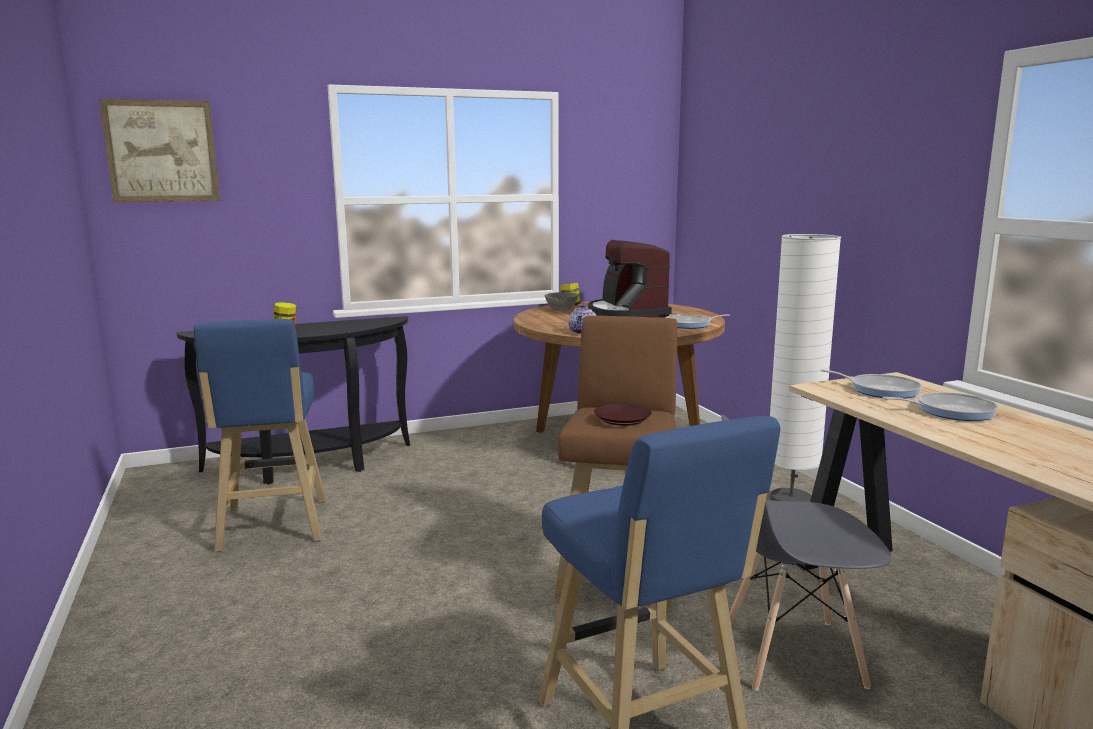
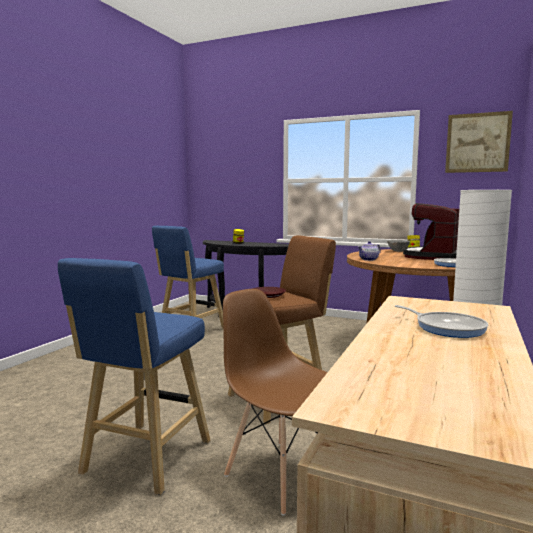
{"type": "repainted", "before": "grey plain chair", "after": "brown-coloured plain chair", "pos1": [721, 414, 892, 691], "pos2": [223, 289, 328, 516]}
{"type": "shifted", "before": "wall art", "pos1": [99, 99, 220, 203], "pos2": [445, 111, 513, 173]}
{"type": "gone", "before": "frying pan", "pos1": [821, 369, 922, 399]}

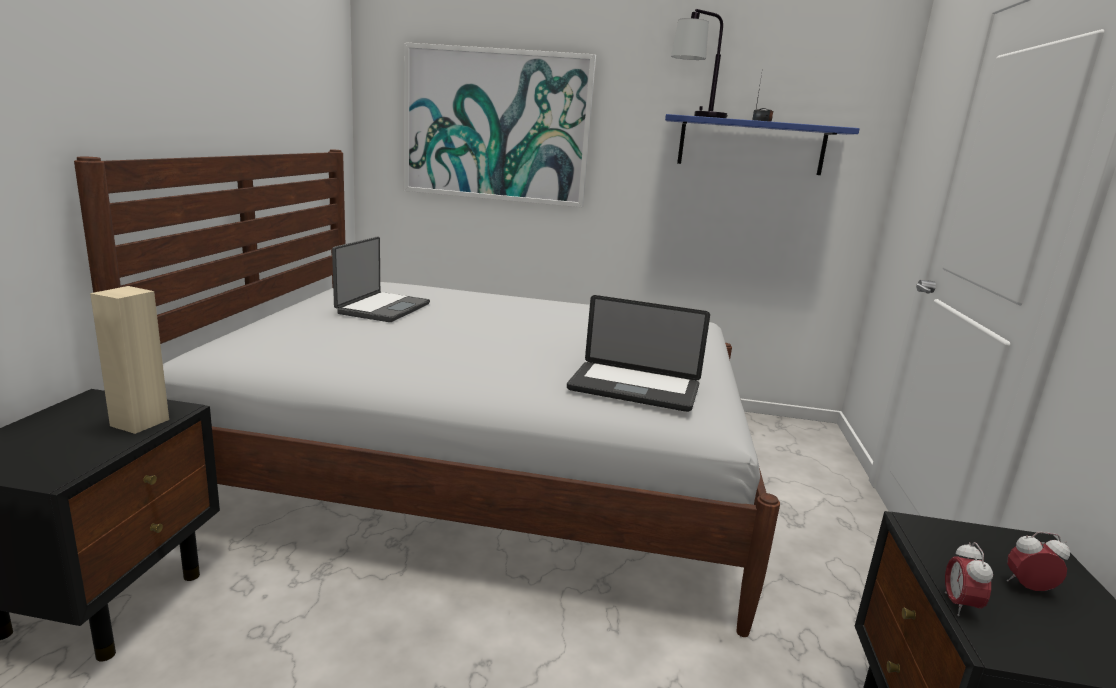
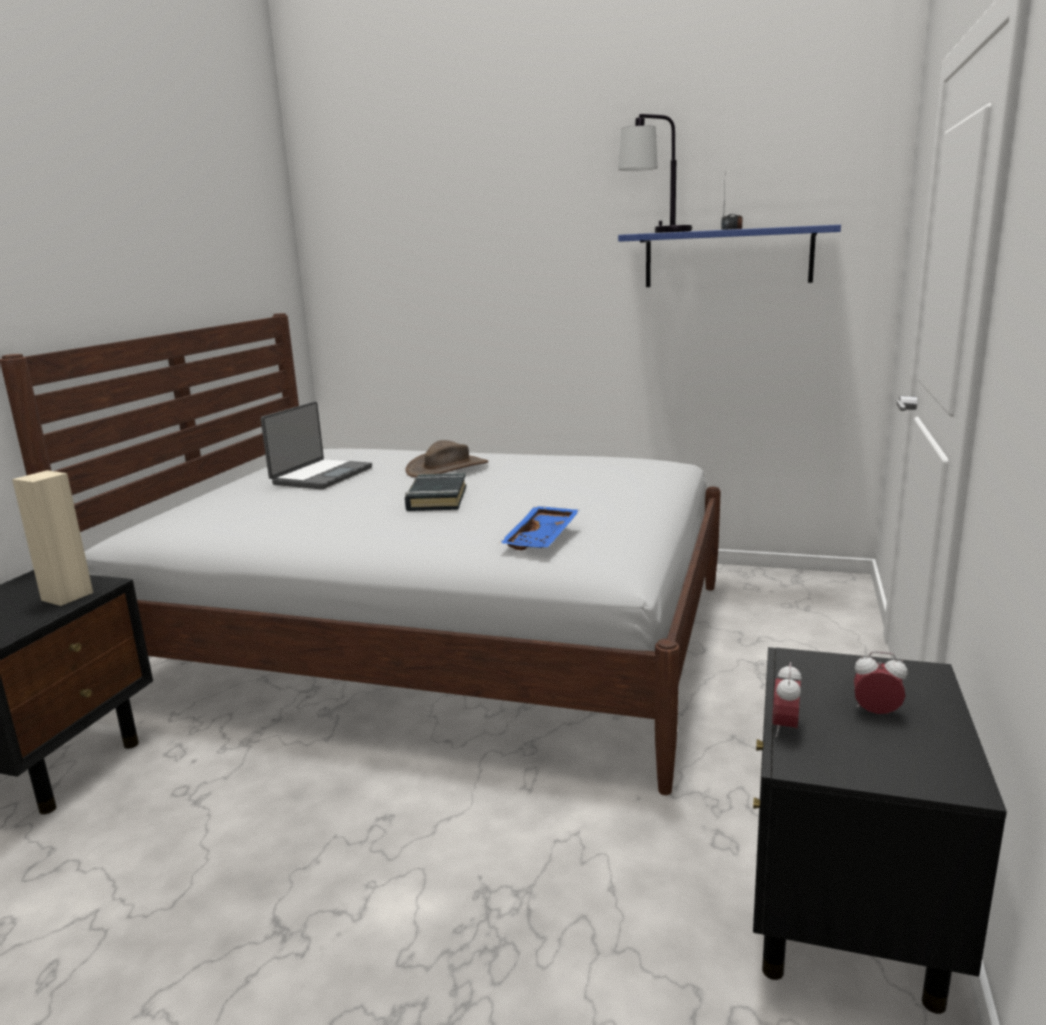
{"type": "new", "after": "brown-coloured clothing hat", "pos2": [405, 440, 489, 477]}
{"type": "new", "after": "black-coloured bound book", "pos2": [405, 473, 466, 511]}
{"type": "swapped", "before": "notebook computer", "after": "bluish carrying tray", "pos1": [567, 295, 710, 412], "pos2": [500, 506, 580, 550]}
{"type": "gone", "before": "wall art", "pos1": [404, 42, 596, 207]}

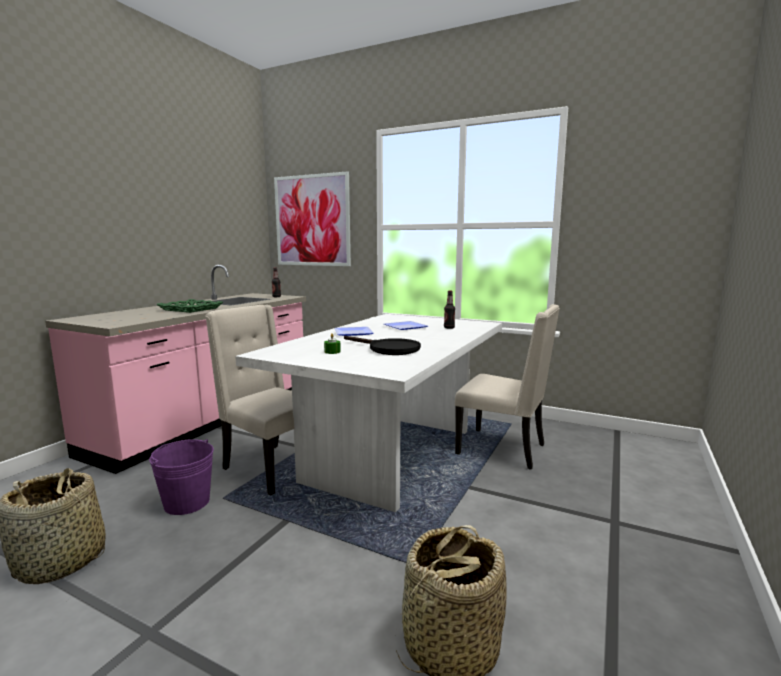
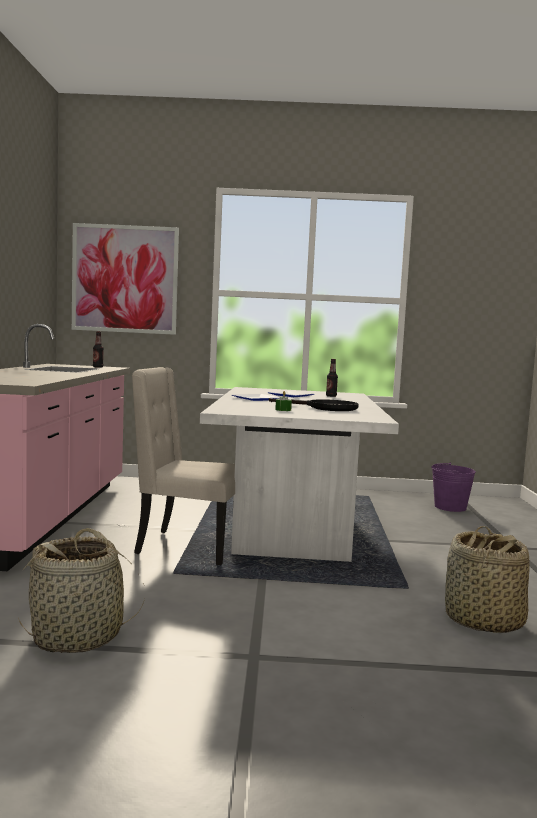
{"type": "shifted", "before": "purple-coloured bucket", "pos1": [149, 439, 214, 515], "pos2": [431, 462, 476, 512]}
{"type": "gone", "before": "green-coloured carrying tray", "pos1": [156, 299, 223, 313]}
{"type": "gone", "before": "beige-coloured plain chair", "pos1": [455, 304, 560, 470]}

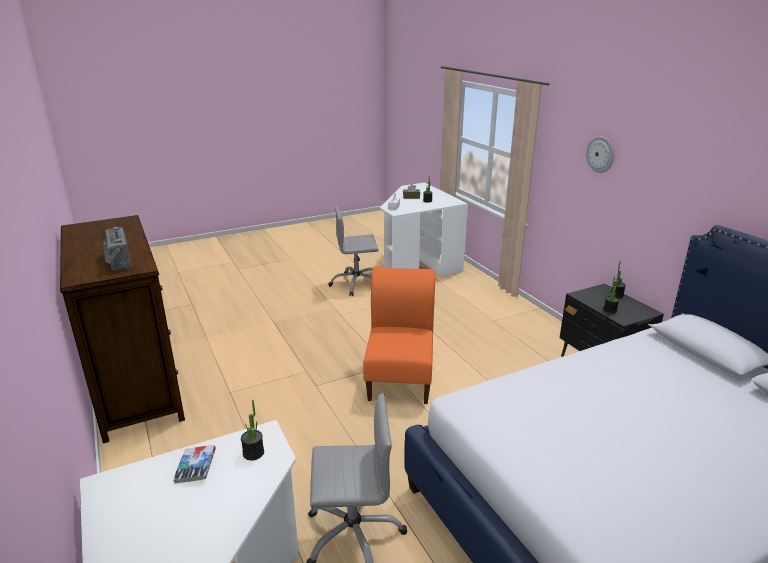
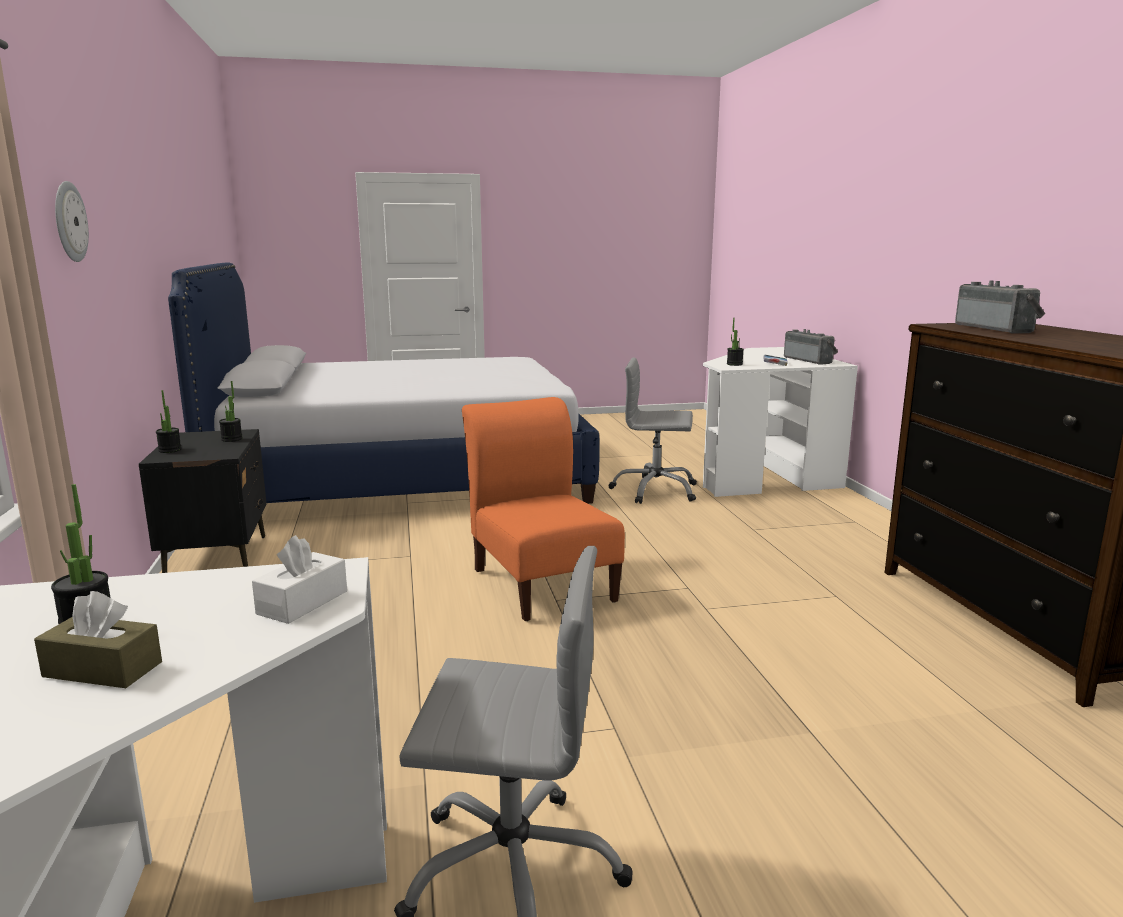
{"type": "rotated", "before": "orangey plain chair", "pos1": [363, 267, 436, 404], "pos2": [462, 397, 625, 621], "turn": 135}
{"type": "new", "after": "radio set", "pos2": [784, 329, 838, 365]}

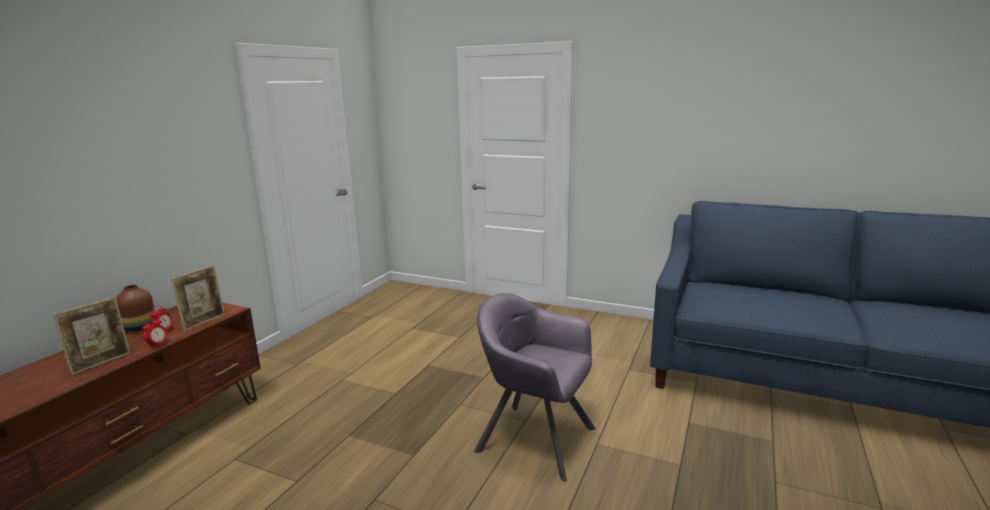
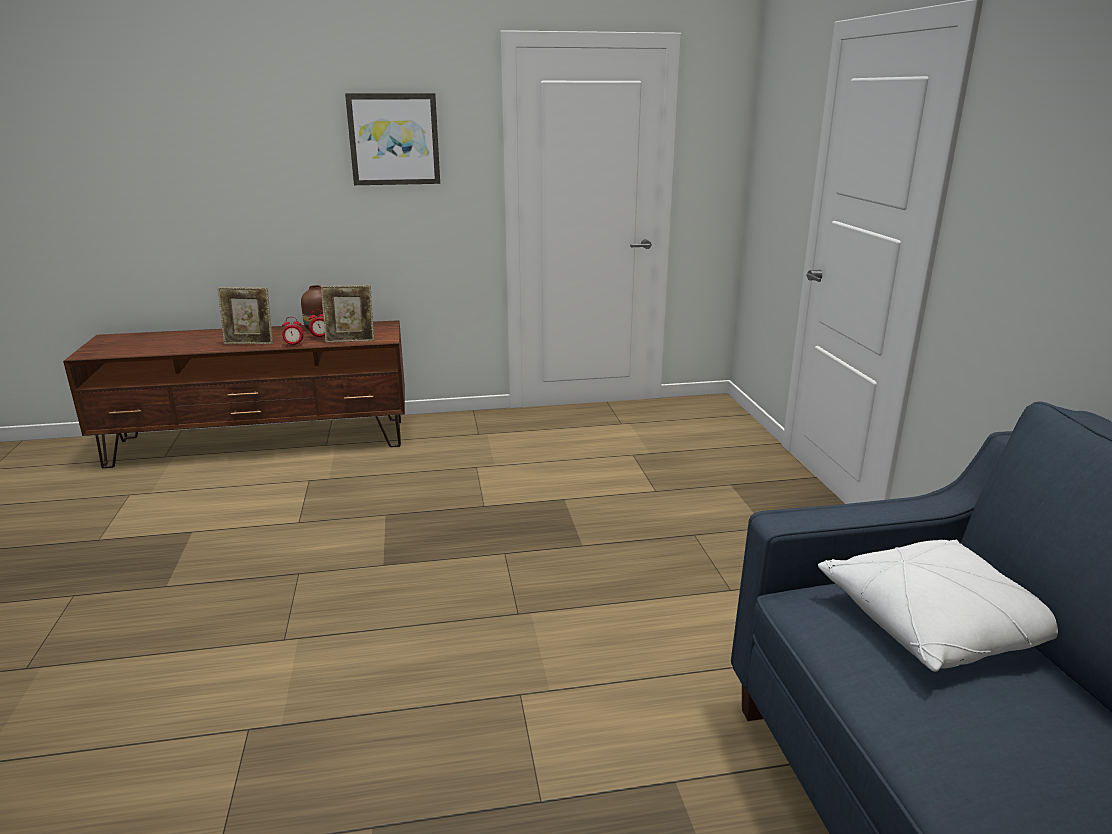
{"type": "new", "after": "wall art", "pos2": [345, 93, 440, 185]}
{"type": "new", "after": "white-coloured cushion", "pos2": [818, 540, 1058, 672]}
{"type": "gone", "before": "grey easy chair", "pos1": [474, 293, 596, 482]}

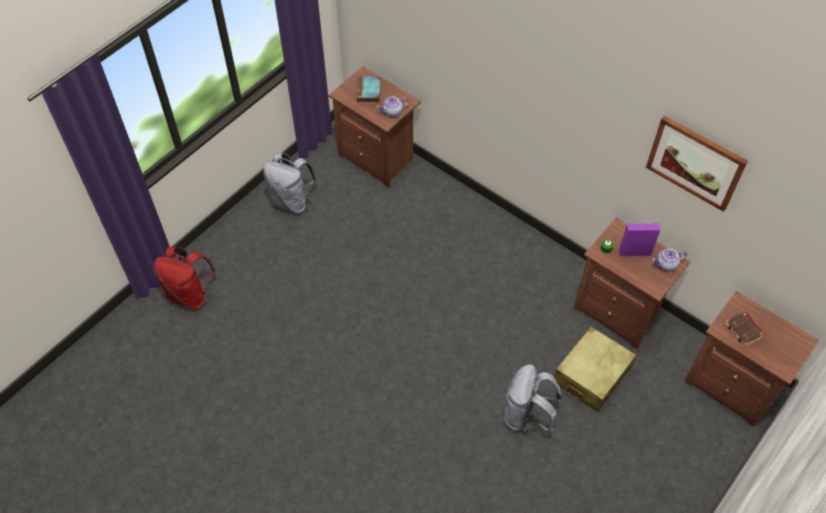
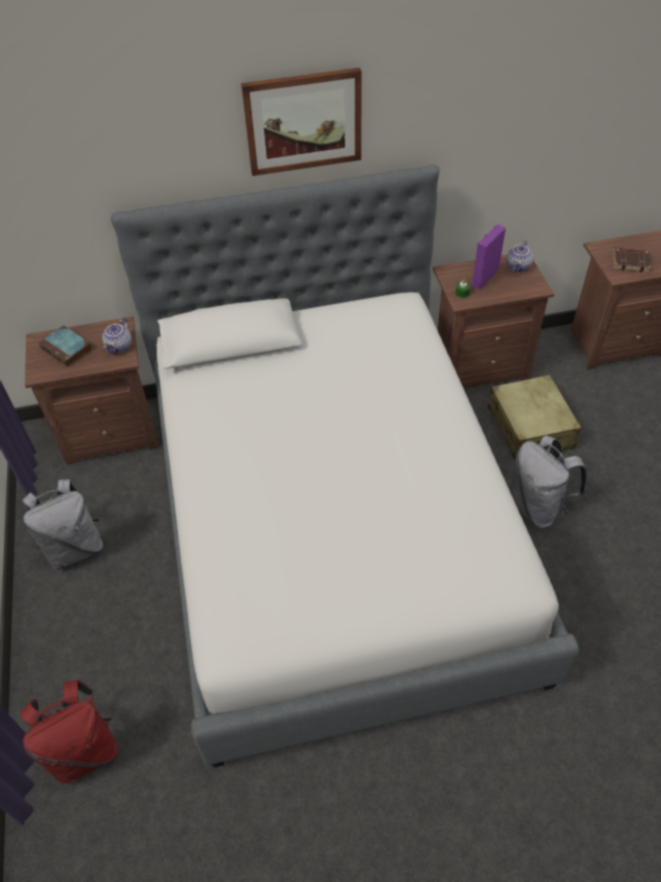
{"type": "new", "after": "bed", "pos2": [111, 165, 579, 768]}
{"type": "shifted", "before": "wall art", "pos1": [646, 116, 748, 212], "pos2": [241, 68, 362, 176]}

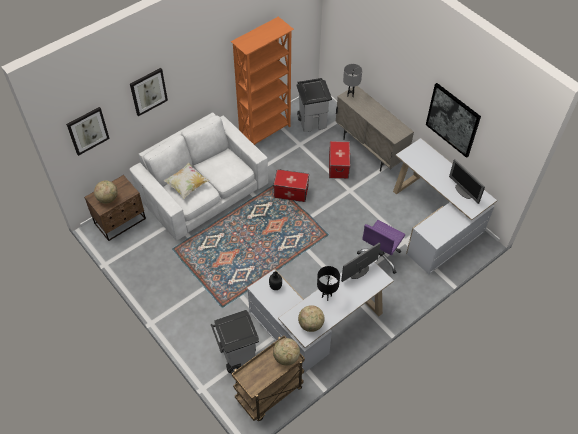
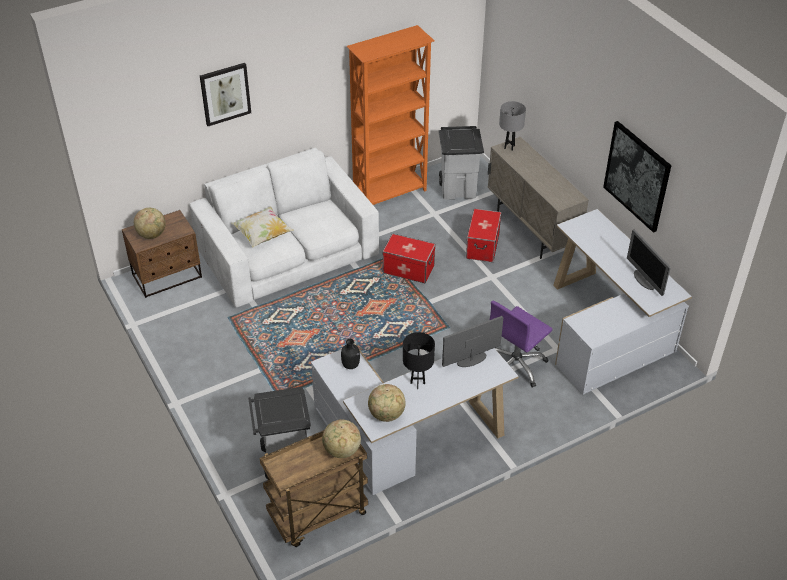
{"type": "gone", "before": "wall art", "pos1": [66, 107, 110, 156]}

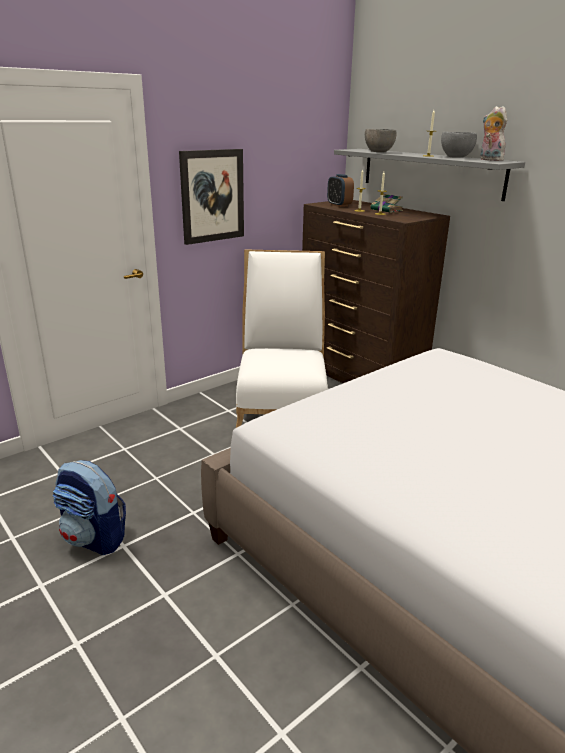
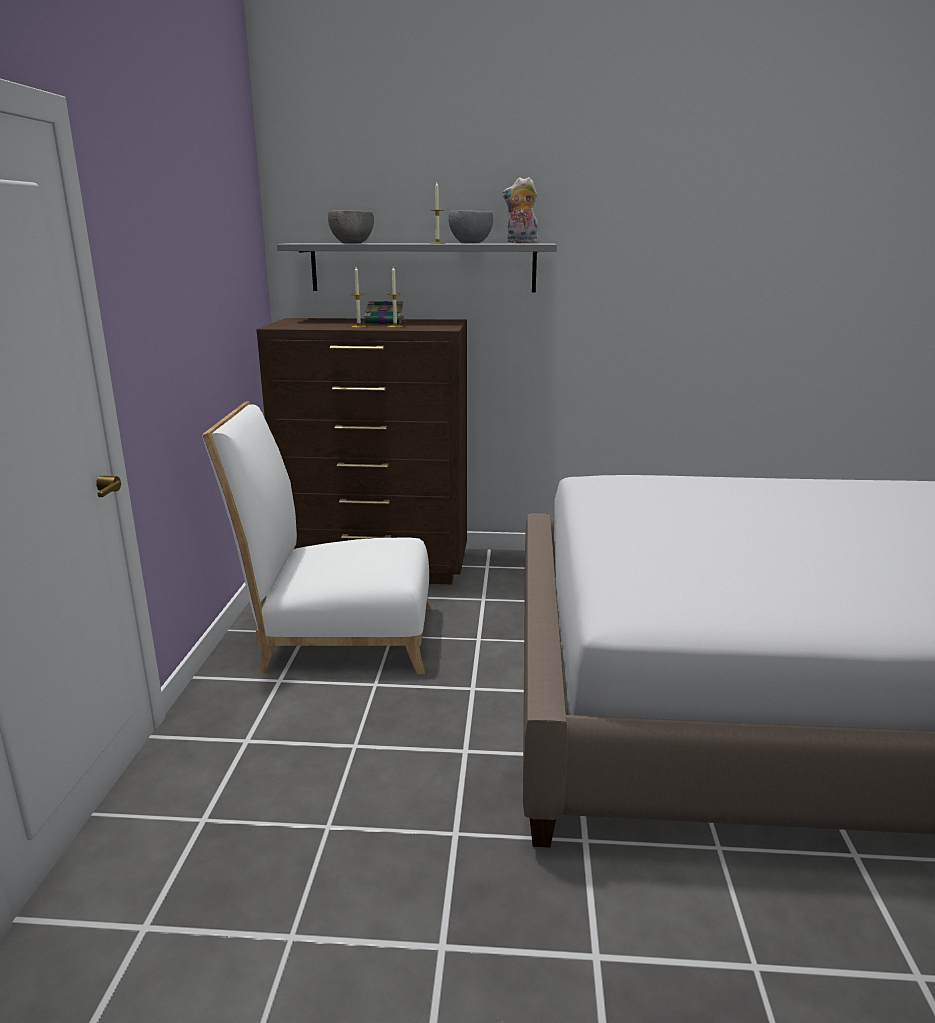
{"type": "rotated", "before": "white-coloured plain chair", "pos1": [236, 249, 328, 428], "pos2": [202, 401, 431, 674], "turn": -45}
{"type": "gone", "before": "rucksack", "pos1": [53, 460, 126, 555]}
{"type": "gone", "before": "wall art", "pos1": [179, 149, 244, 245]}
{"type": "gone", "before": "alarm clock", "pos1": [327, 174, 354, 207]}

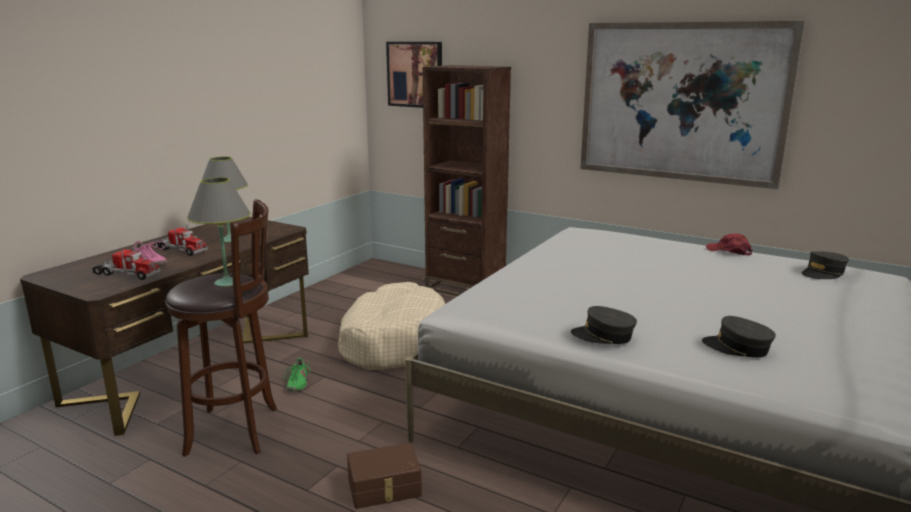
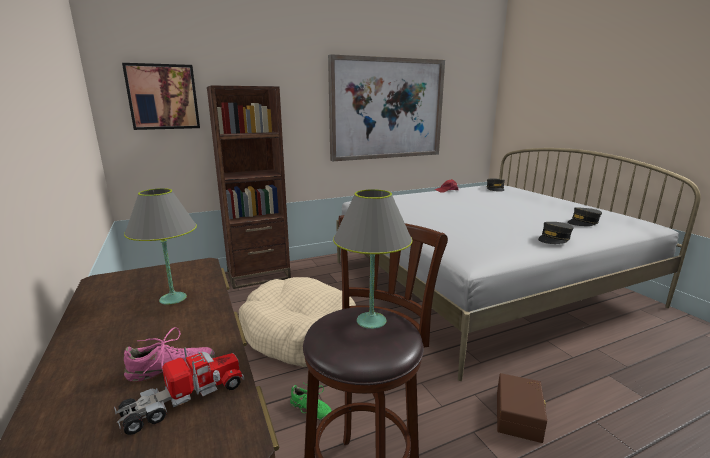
{"type": "gone", "before": "toy lorry", "pos1": [153, 225, 207, 256]}

